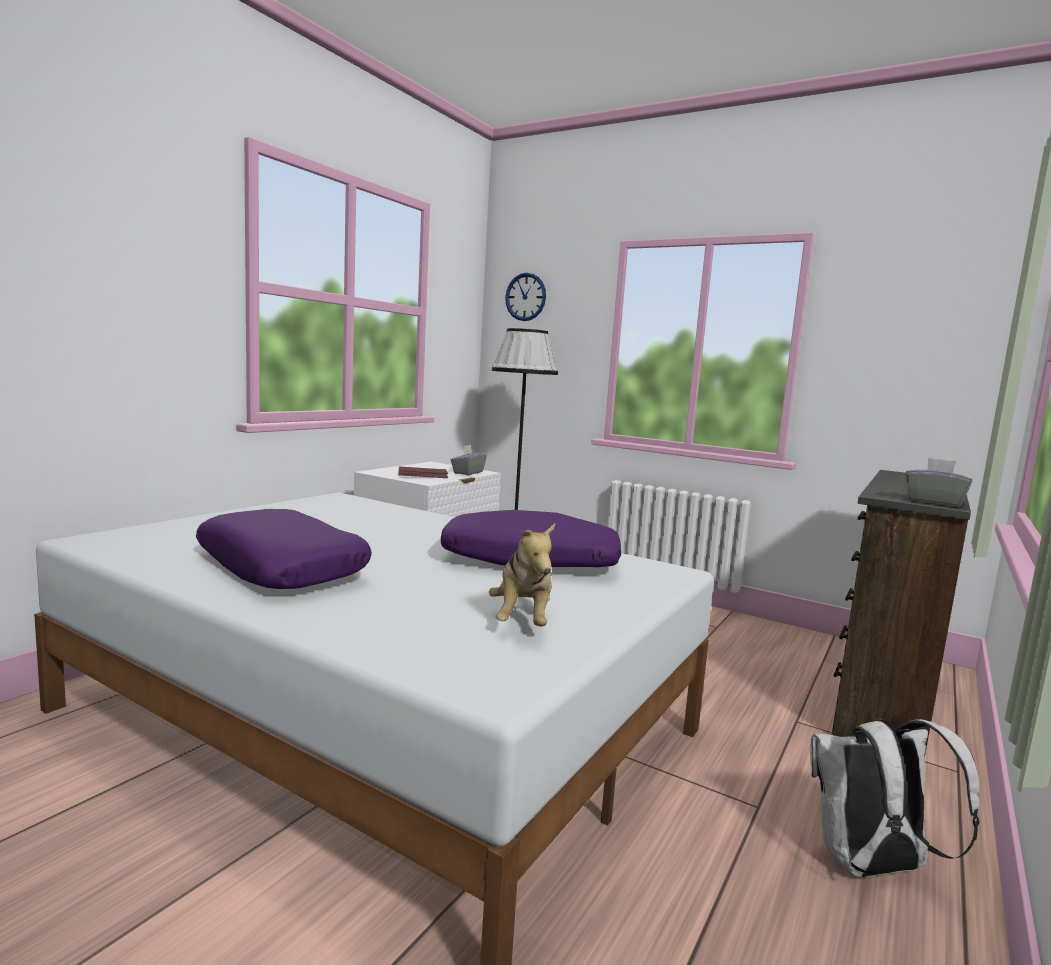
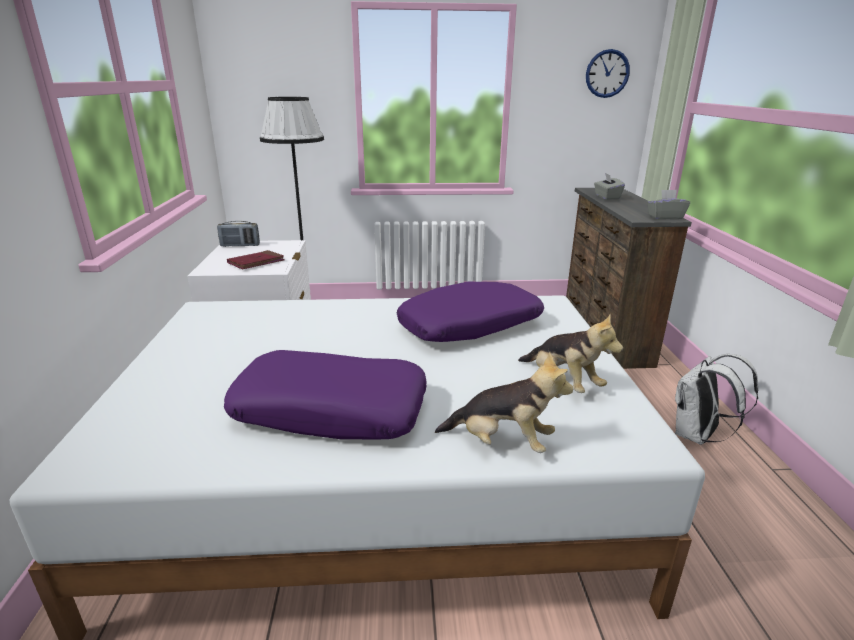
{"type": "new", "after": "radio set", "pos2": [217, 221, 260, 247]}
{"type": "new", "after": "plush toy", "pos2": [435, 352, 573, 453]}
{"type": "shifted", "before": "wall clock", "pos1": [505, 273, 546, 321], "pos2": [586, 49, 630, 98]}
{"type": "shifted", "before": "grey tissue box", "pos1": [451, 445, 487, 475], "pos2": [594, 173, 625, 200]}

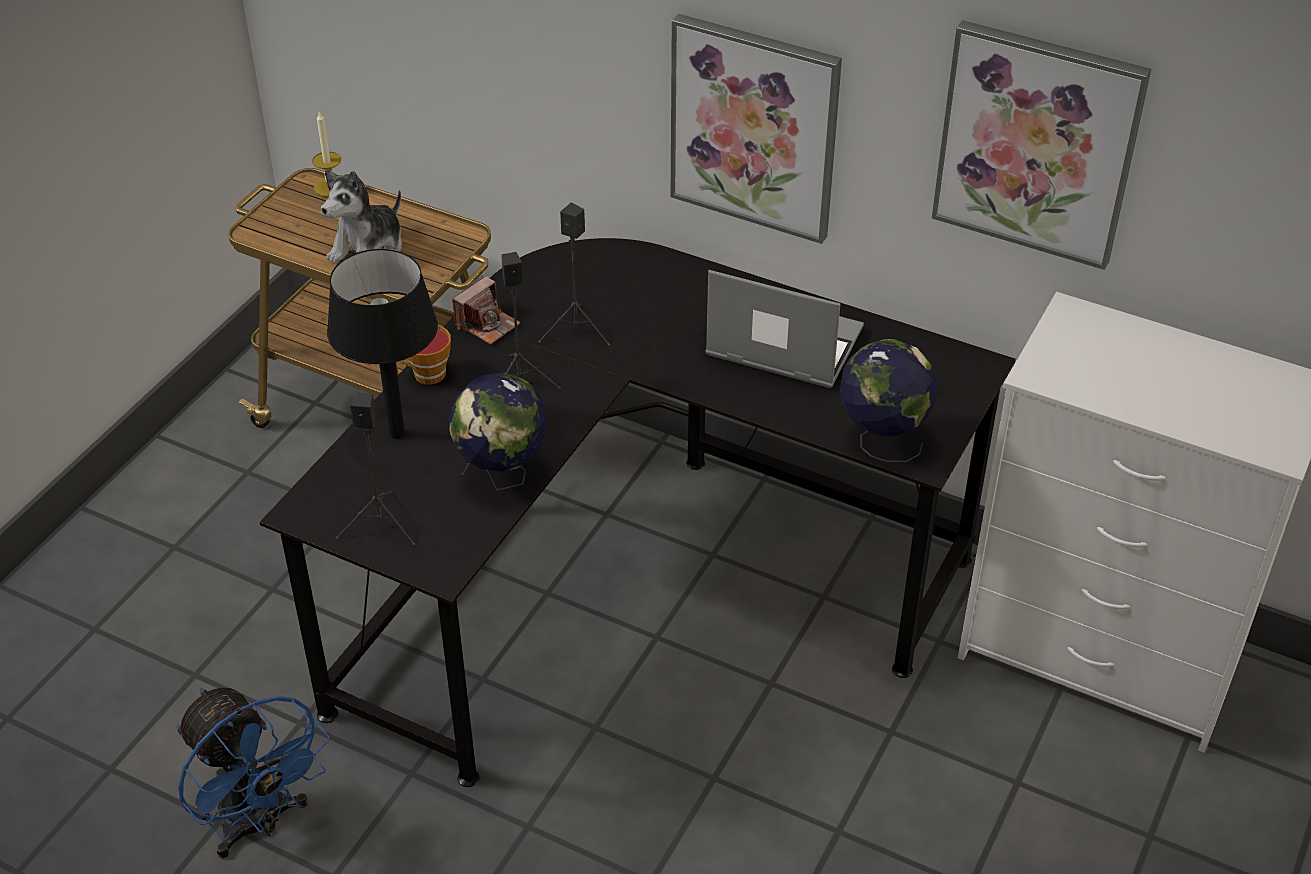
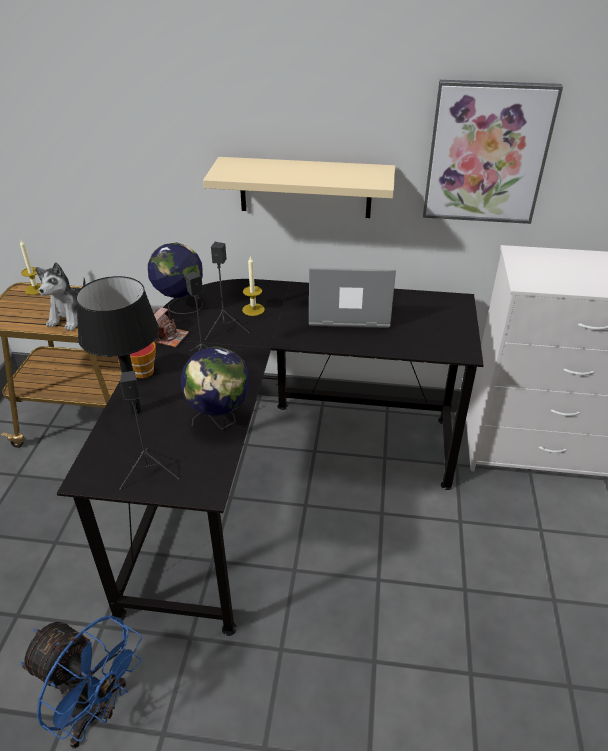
{"type": "shifted", "before": "globe", "pos1": [840, 339, 938, 462], "pos2": [148, 243, 203, 314]}
{"type": "swapped", "before": "wall art", "after": "beige-coloured shelf", "pos1": [671, 14, 842, 244], "pos2": [203, 157, 395, 218]}
{"type": "new", "after": "wax light", "pos2": [242, 256, 265, 316]}

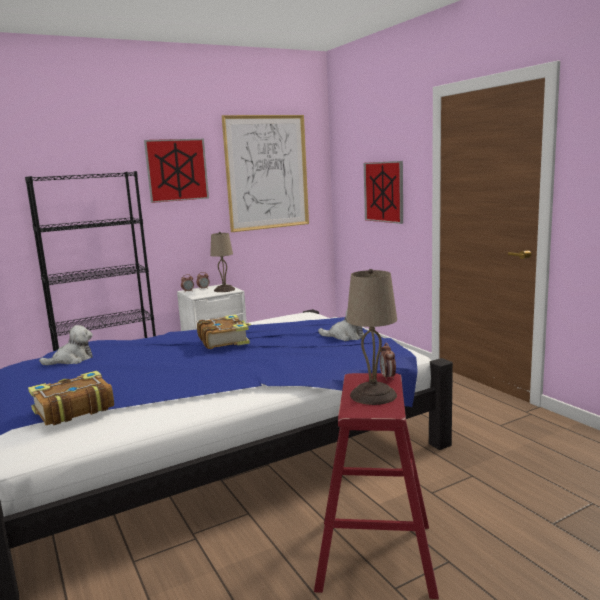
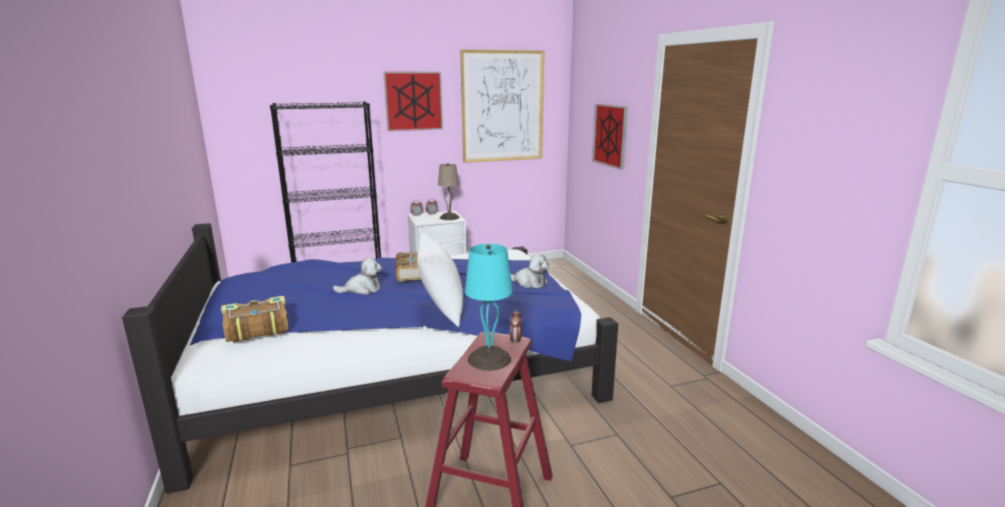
{"type": "shifted", "before": "plush toy", "pos1": [39, 325, 93, 365], "pos2": [333, 258, 382, 295]}
{"type": "new", "after": "white-coloured cushion", "pos2": [417, 233, 463, 327]}
{"type": "repainted", "before": "beige-coloured tabletop lamp", "after": "turquoise-coloured tabletop lamp", "pos1": [346, 269, 397, 405], "pos2": [465, 244, 513, 371]}

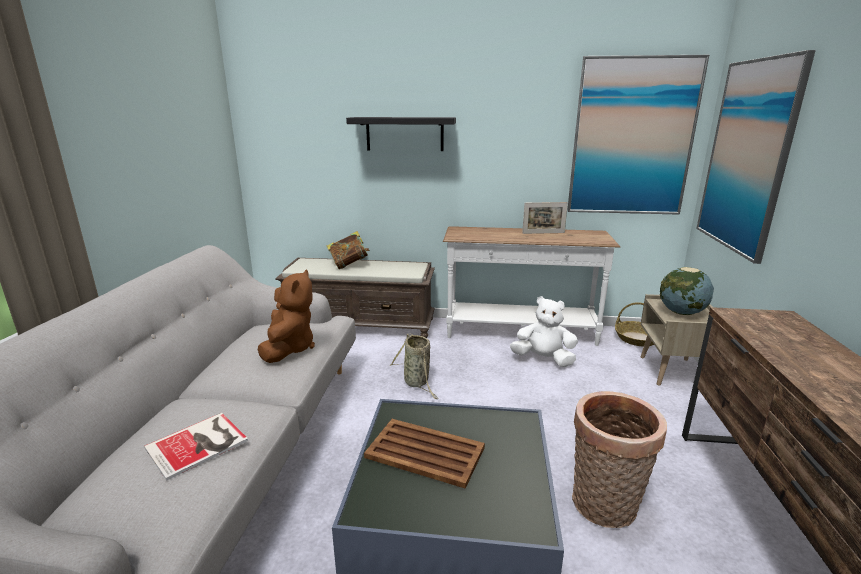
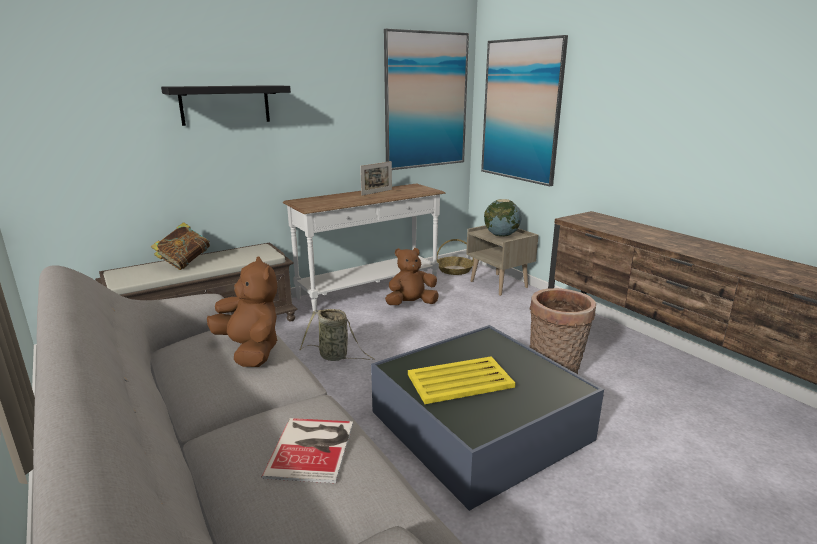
{"type": "repainted", "before": "white-coloured plush toy", "after": "brown-coloured plush toy", "pos1": [510, 296, 578, 367], "pos2": [385, 248, 439, 305]}
{"type": "repainted", "before": "brown-coloured carrying tray", "after": "yellow-coloured carrying tray", "pos1": [364, 419, 485, 489], "pos2": [408, 356, 516, 404]}

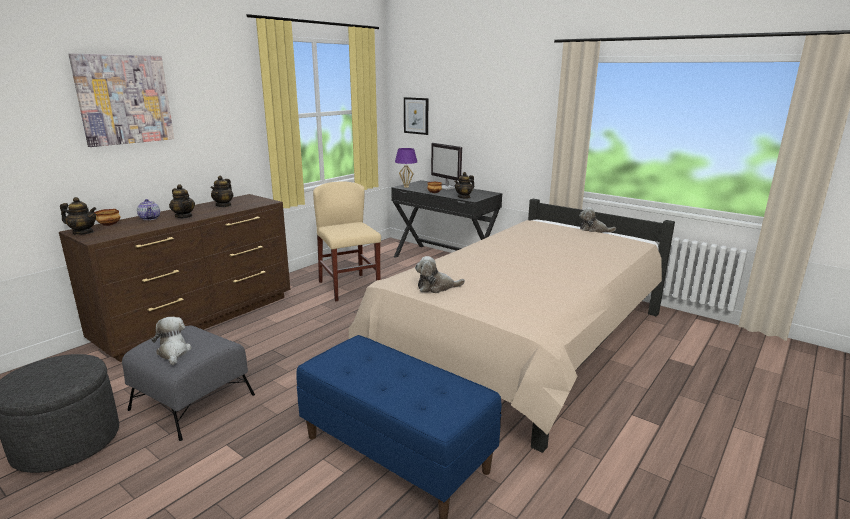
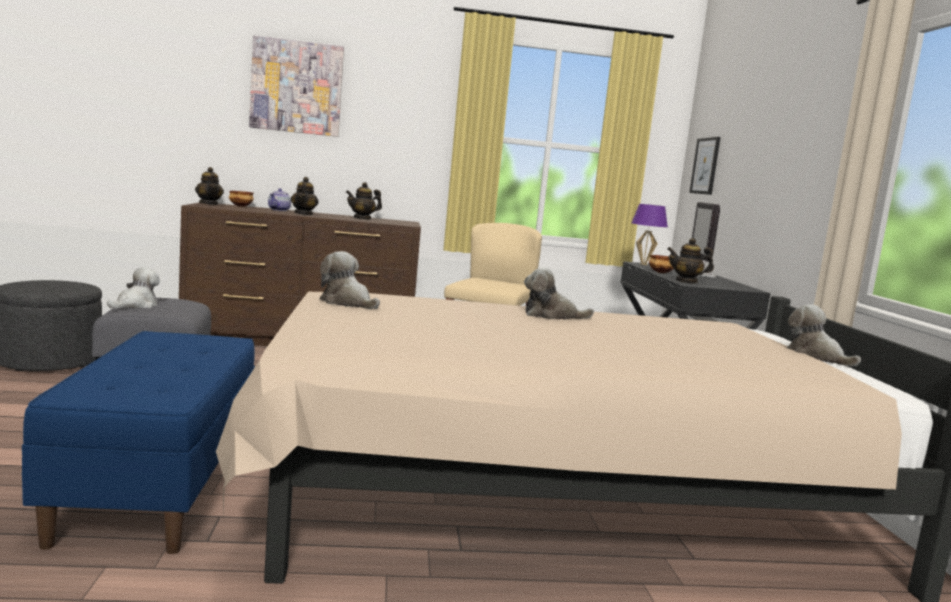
{"type": "new", "after": "plush toy", "pos2": [524, 267, 594, 319]}

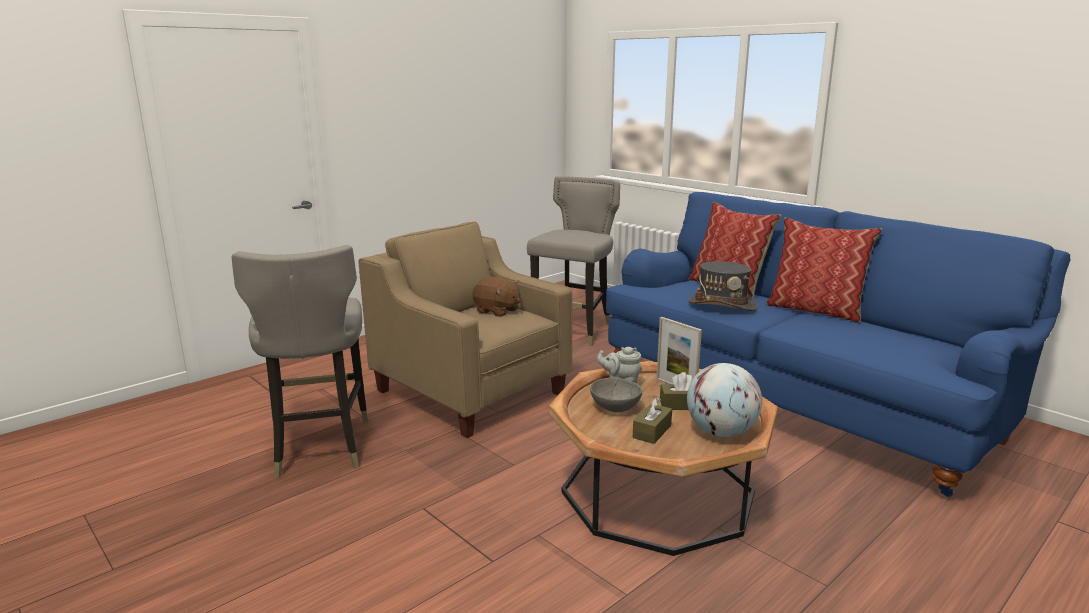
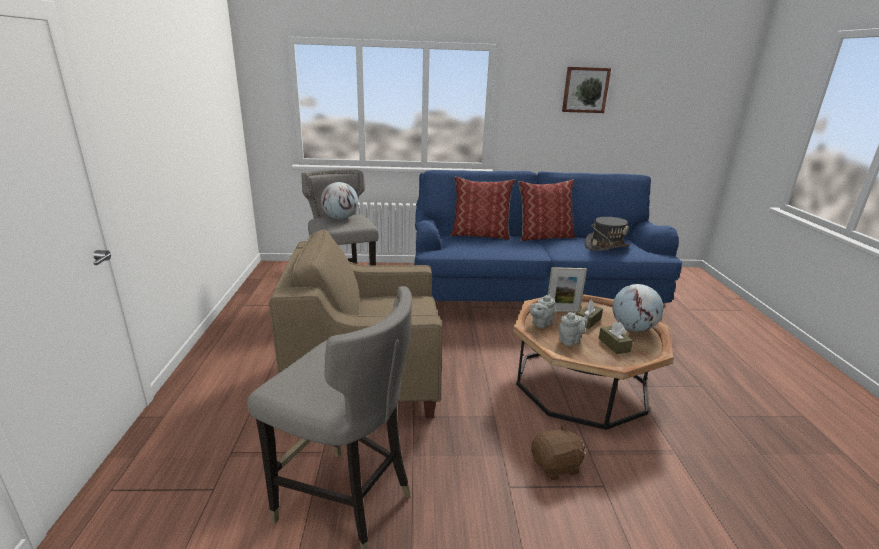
{"type": "new", "after": "globe", "pos2": [321, 182, 358, 219]}
{"type": "shifted", "before": "brown-coloured plush toy", "pos1": [473, 276, 521, 317], "pos2": [531, 425, 585, 480]}
{"type": "swapped", "before": "grey bowl", "after": "grey teapot", "pos1": [590, 377, 642, 412], "pos2": [559, 312, 589, 346]}
{"type": "new", "after": "wall art", "pos2": [562, 67, 611, 113]}
{"type": "shifted", "before": "grey clothing hat", "pos1": [688, 261, 758, 311], "pos2": [585, 217, 630, 251]}

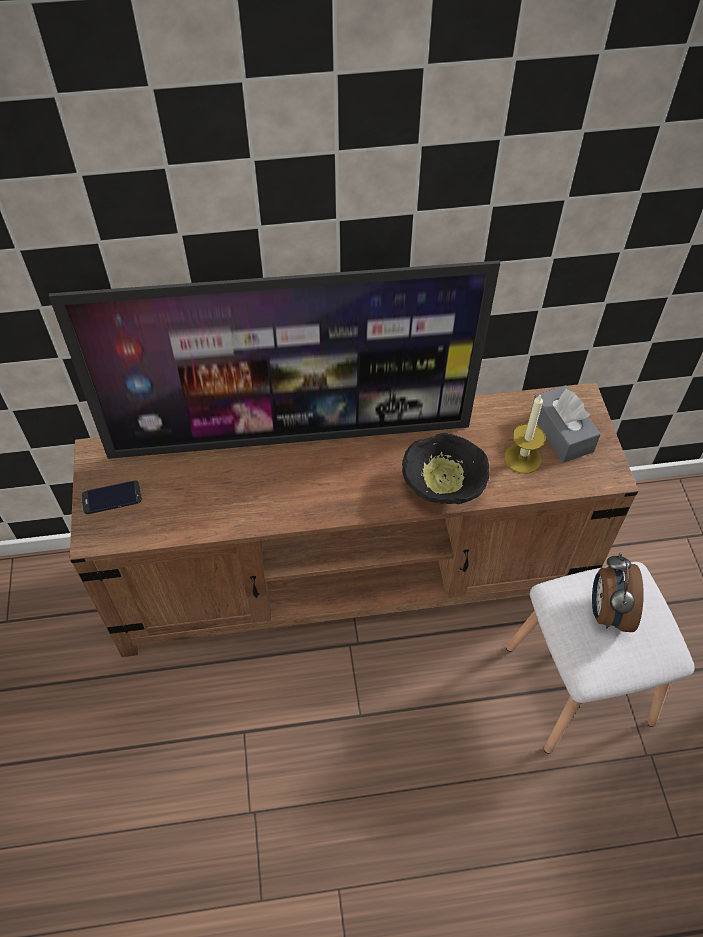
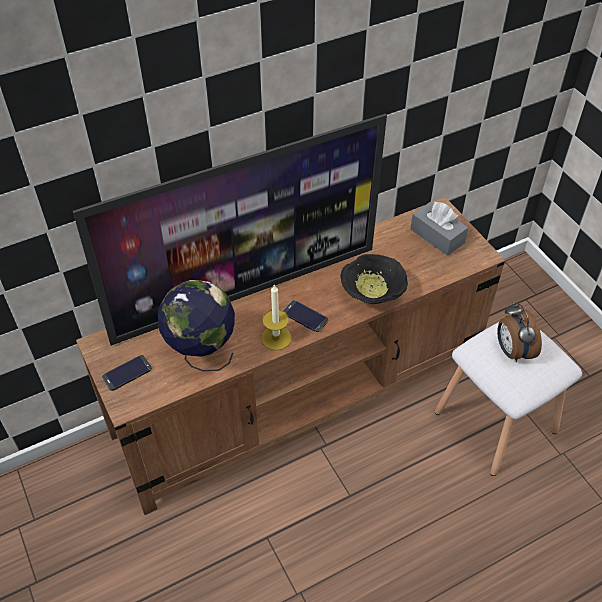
{"type": "new", "after": "globe", "pos2": [158, 280, 235, 371]}
{"type": "shifted", "before": "wax light", "pos1": [505, 395, 545, 474], "pos2": [261, 285, 292, 350]}
{"type": "new", "after": "telephone", "pos2": [283, 300, 328, 332]}

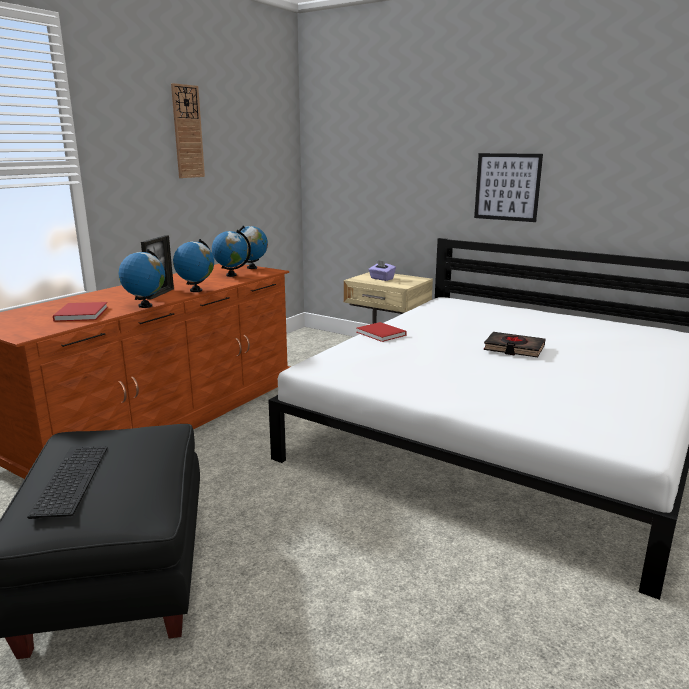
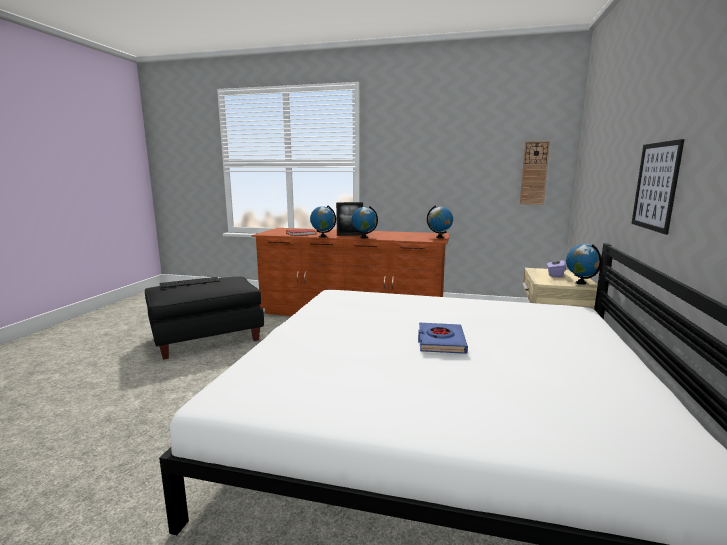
{"type": "repainted", "before": "black-coloured bound book", "after": "bluish bound book", "pos1": [484, 332, 545, 357], "pos2": [418, 322, 468, 354]}
{"type": "shifted", "before": "wall clock", "pos1": [171, 83, 205, 178], "pos2": [520, 141, 550, 205]}
{"type": "shifted", "before": "globe", "pos1": [212, 230, 251, 277], "pos2": [566, 244, 602, 285]}
{"type": "gone", "before": "red bound book", "pos1": [357, 322, 407, 342]}

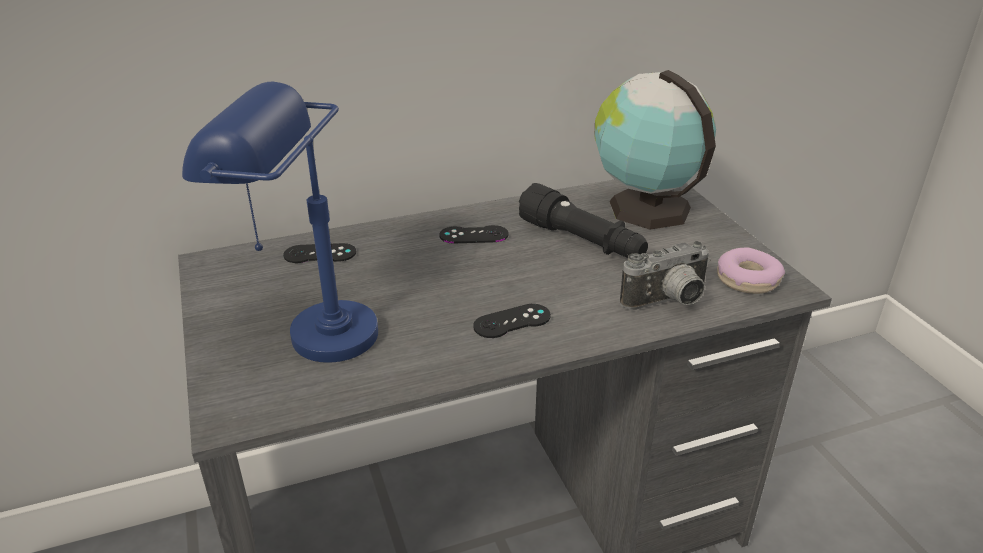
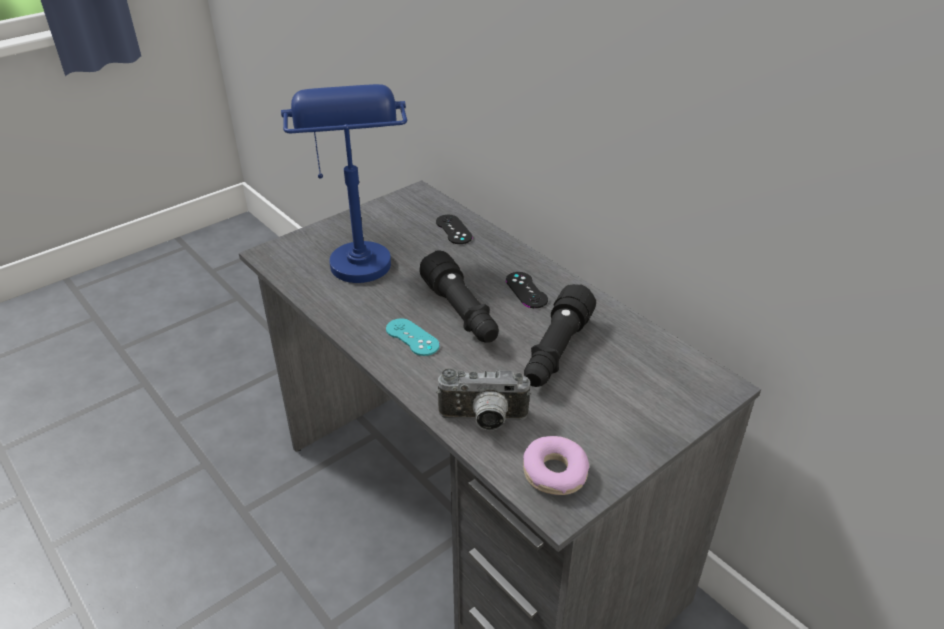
{"type": "repainted", "before": "black-coloured gamepad", "after": "turquoise-coloured gamepad", "pos1": [473, 304, 551, 338], "pos2": [386, 318, 440, 356]}
{"type": "new", "after": "black-coloured flashlight", "pos2": [419, 250, 499, 343]}
{"type": "rotated", "before": "still camera", "pos1": [620, 241, 711, 310], "pos2": [436, 368, 531, 431], "turn": -45}
{"type": "gone", "before": "globe", "pos1": [594, 70, 716, 230]}

